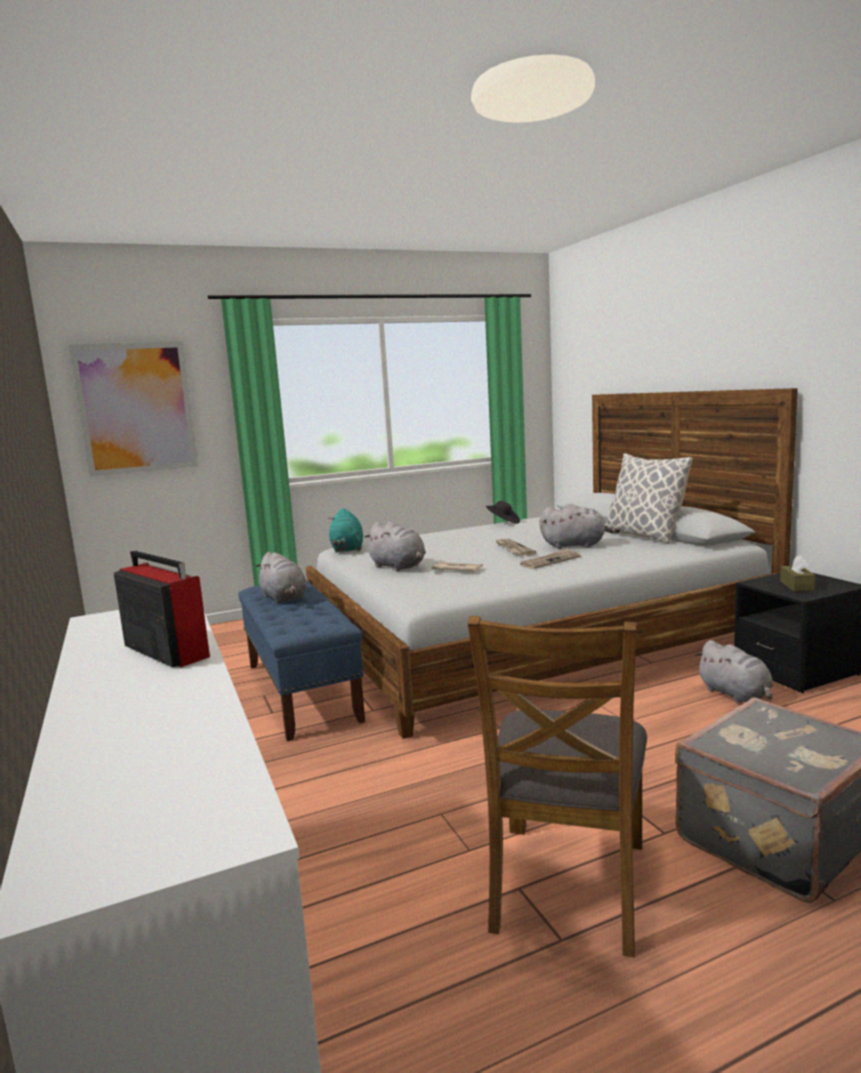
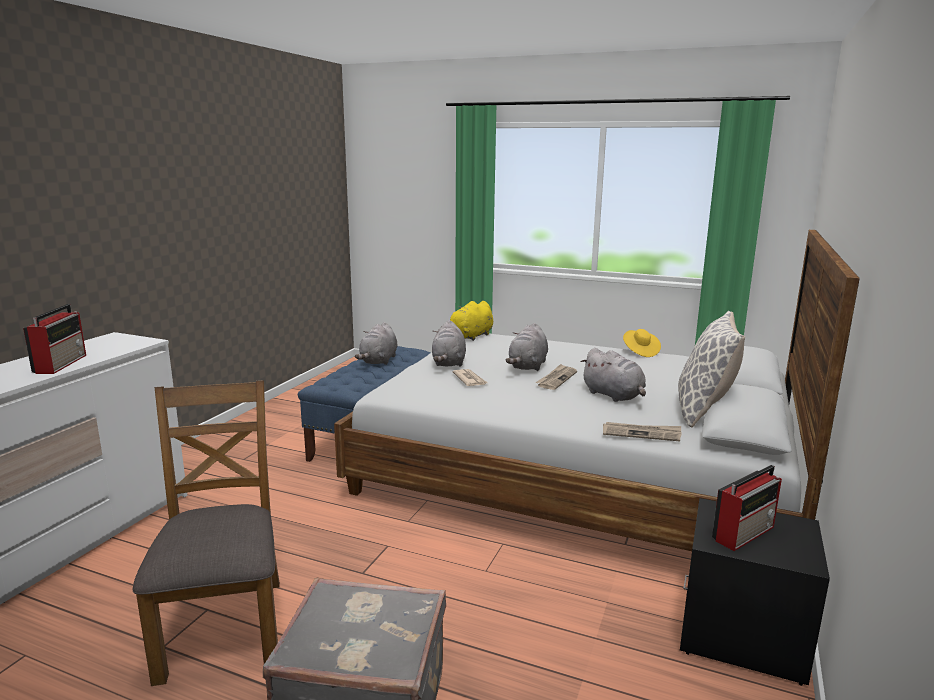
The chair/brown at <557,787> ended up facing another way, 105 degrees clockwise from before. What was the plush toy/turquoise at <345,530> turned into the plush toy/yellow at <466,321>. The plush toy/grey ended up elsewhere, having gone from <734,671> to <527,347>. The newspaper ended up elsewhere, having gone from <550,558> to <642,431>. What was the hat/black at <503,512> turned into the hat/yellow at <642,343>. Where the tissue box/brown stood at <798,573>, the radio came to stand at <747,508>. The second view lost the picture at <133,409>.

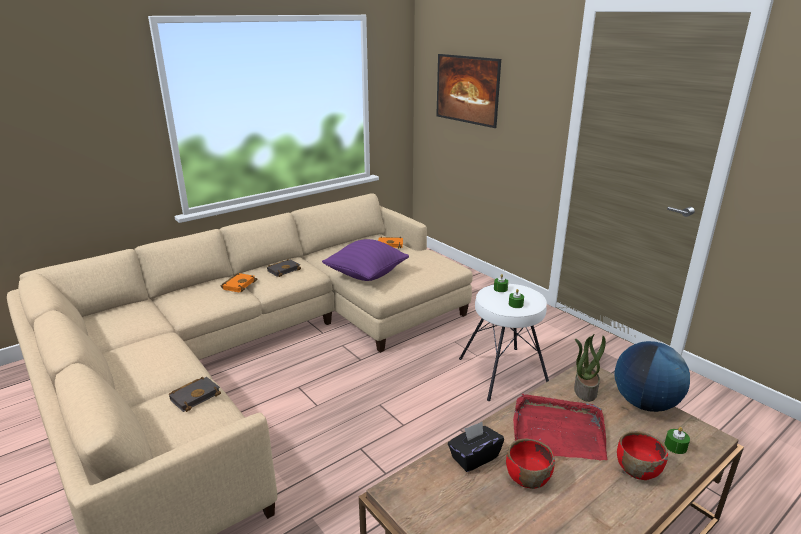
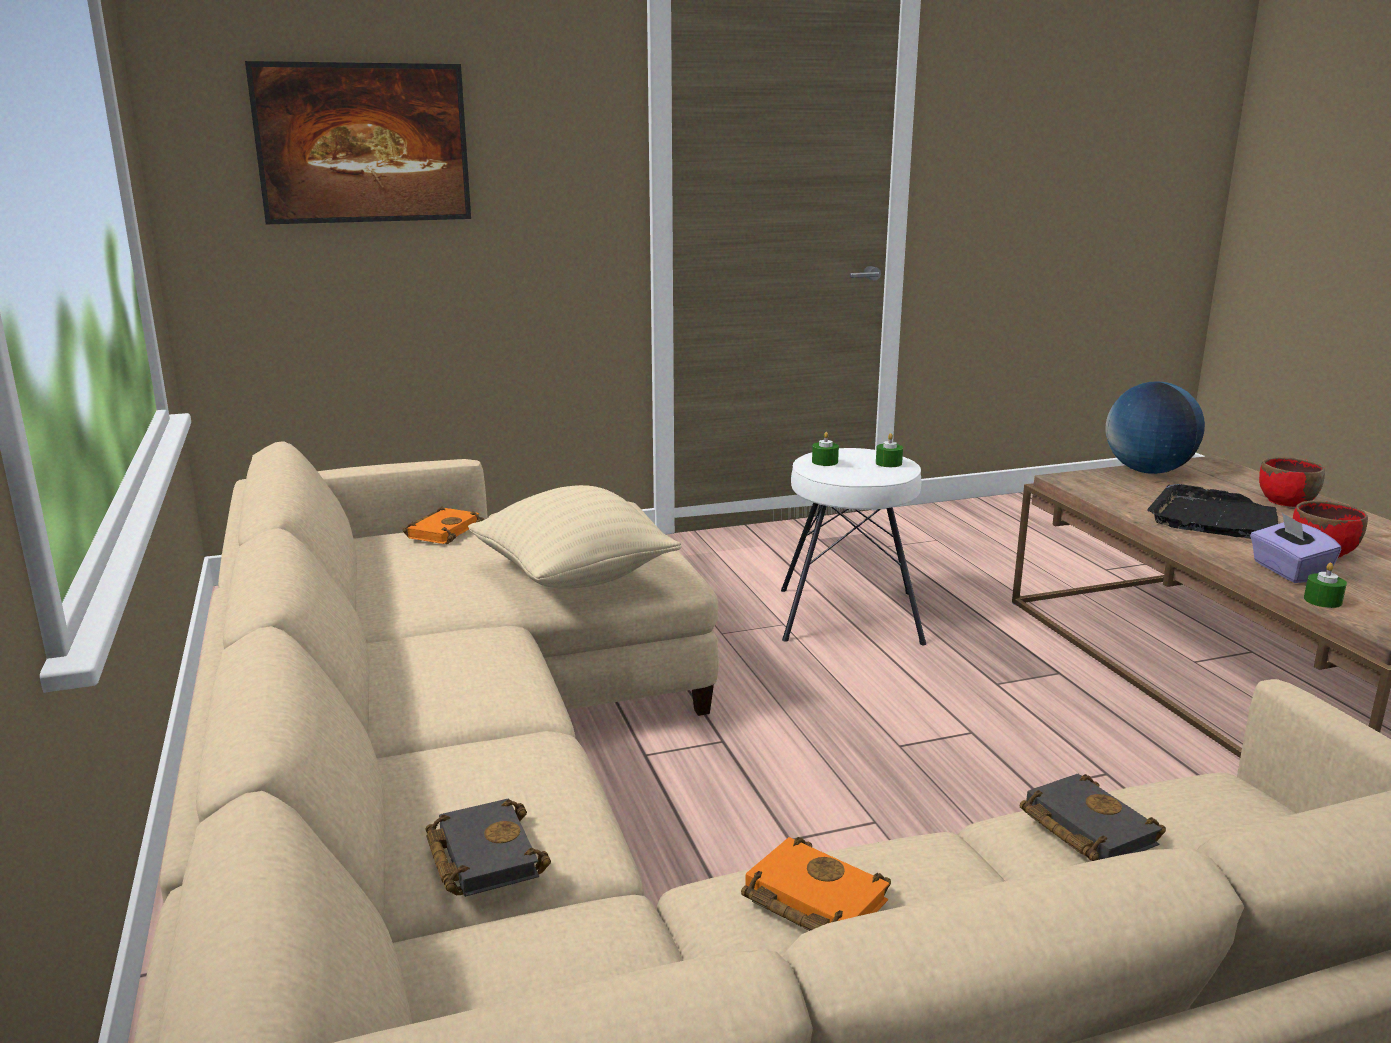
The book/black ended up elsewhere, having gone from <284,268> to <488,847>. What was the pillow/purple at <365,260> turned into the pillow/beige at <575,537>. The book/orange ended up elsewhere, having gone from <239,283> to <816,884>. What was the tray/red at <560,427> turned into the tray/black at <1212,511>. What was the tissue box/black at <476,447> turned into the tissue box/purple at <1296,548>. The candle/green ended up elsewhere, having gone from <677,440> to <1325,585>. The second view lost the potted plant at <590,368>.

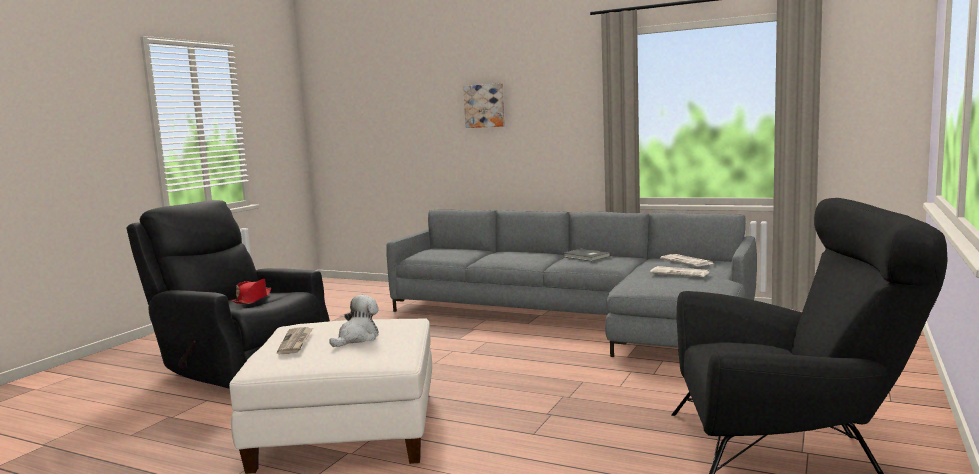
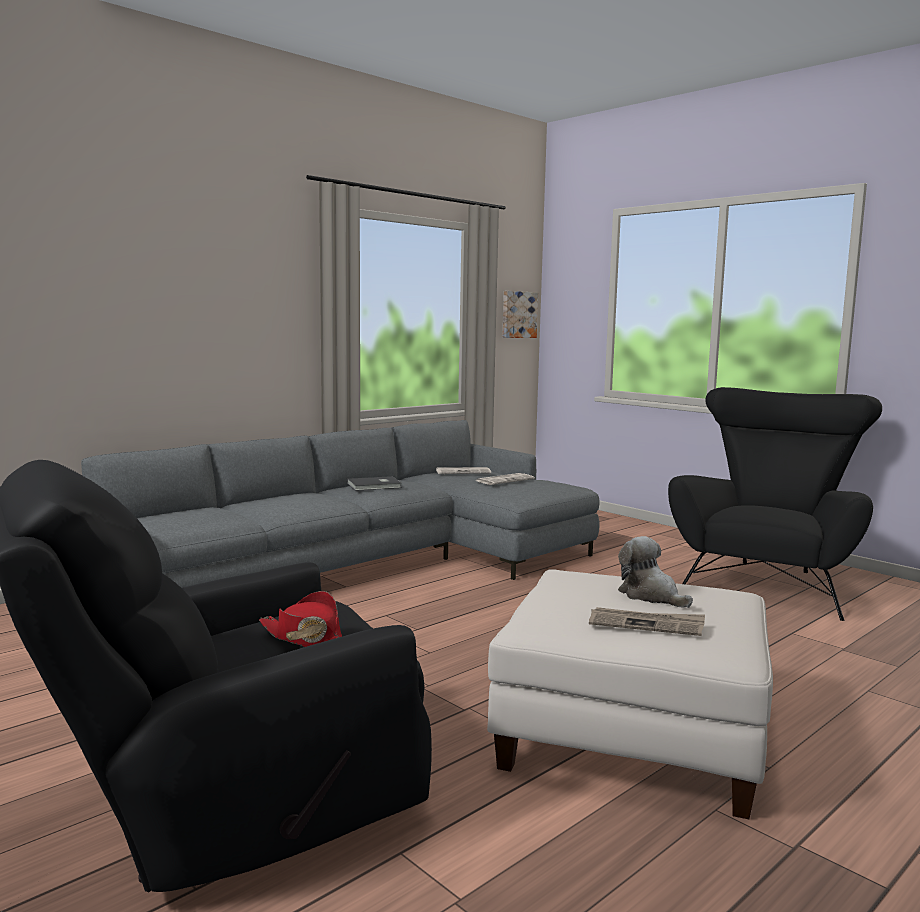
The picture ended up elsewhere, having gone from <484,105> to <520,314>.

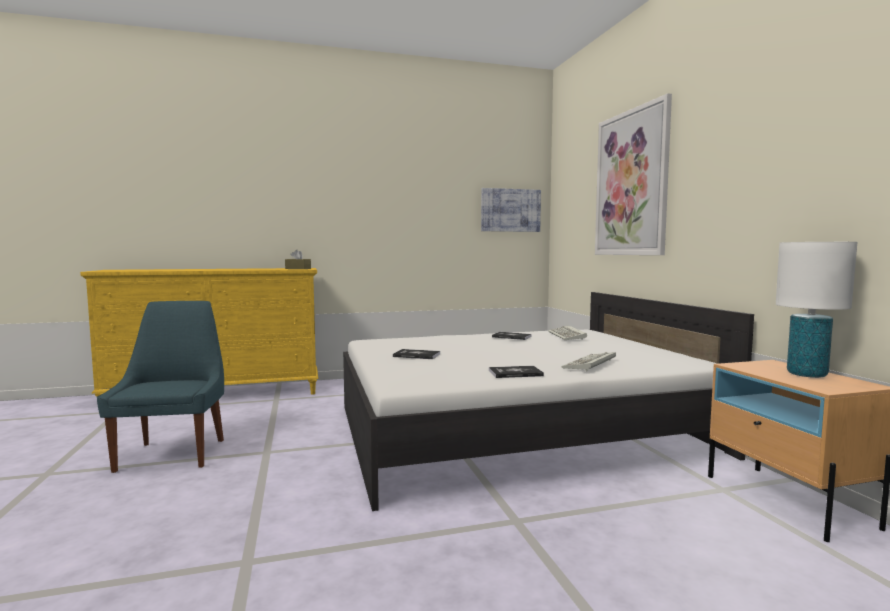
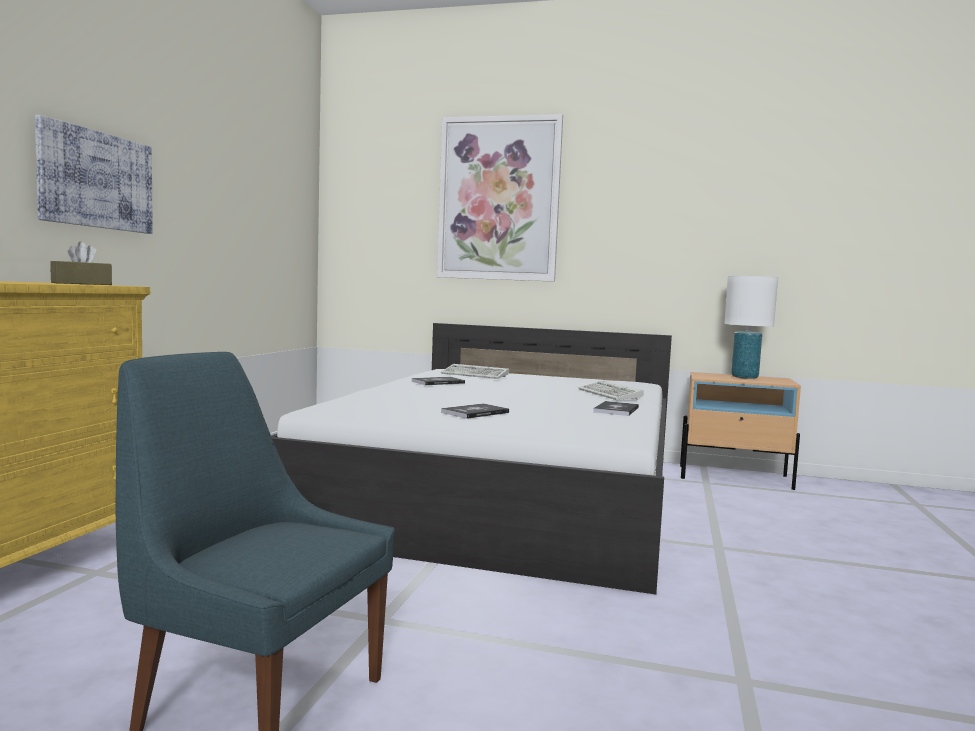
The picture ended up elsewhere, having gone from <511,210> to <94,174>.

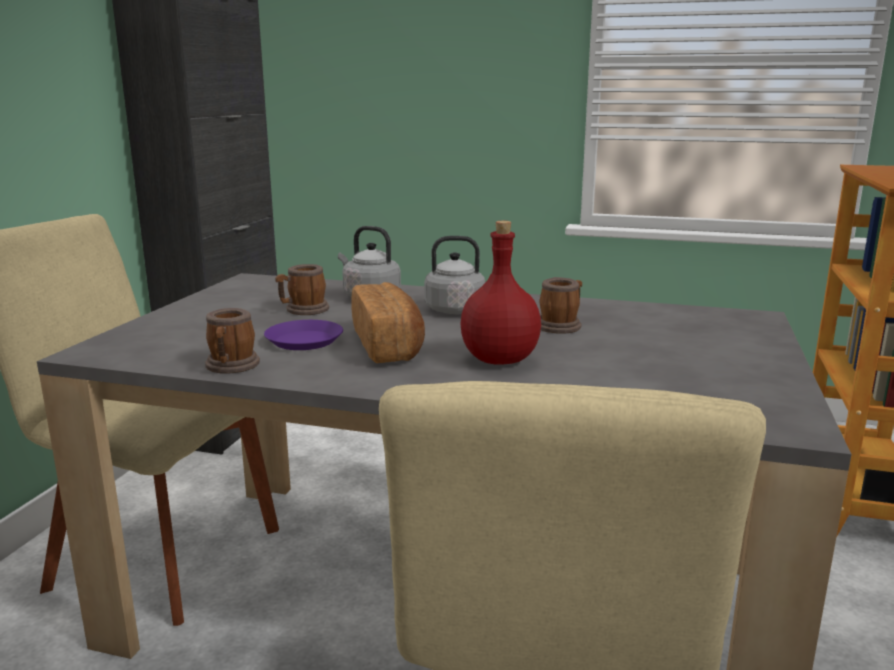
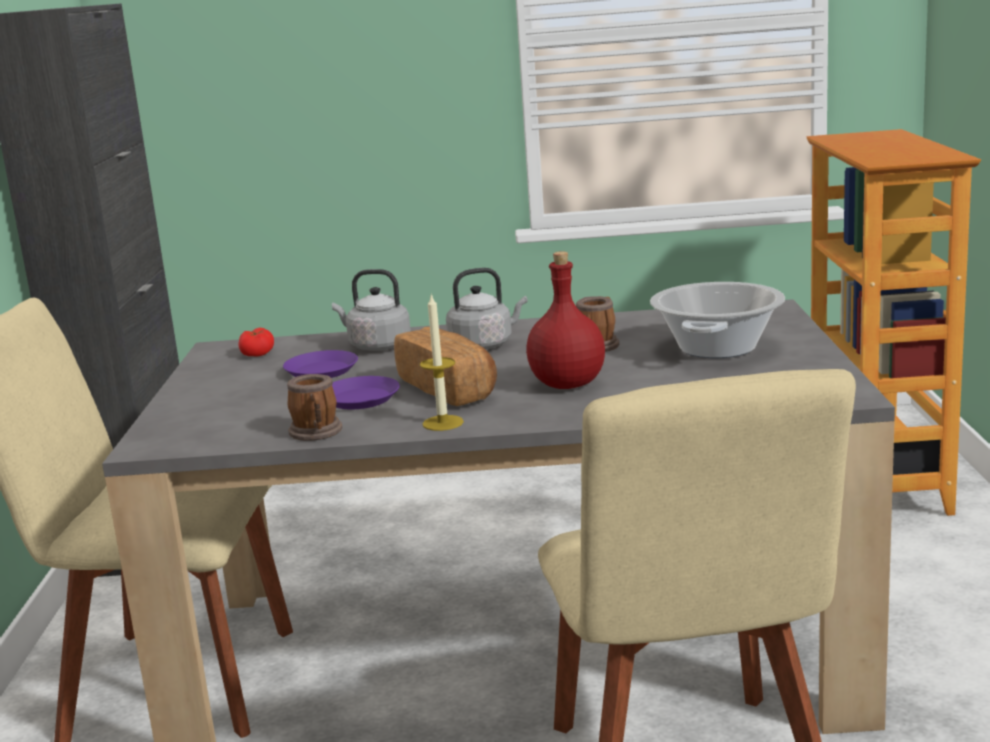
The second view gained the tomato at <256,342>. Where the mug stood at <302,289>, the plate/purple came to stand at <320,364>. The second view gained the candle at <442,362>. The second view gained the cooking pot at <717,320>.

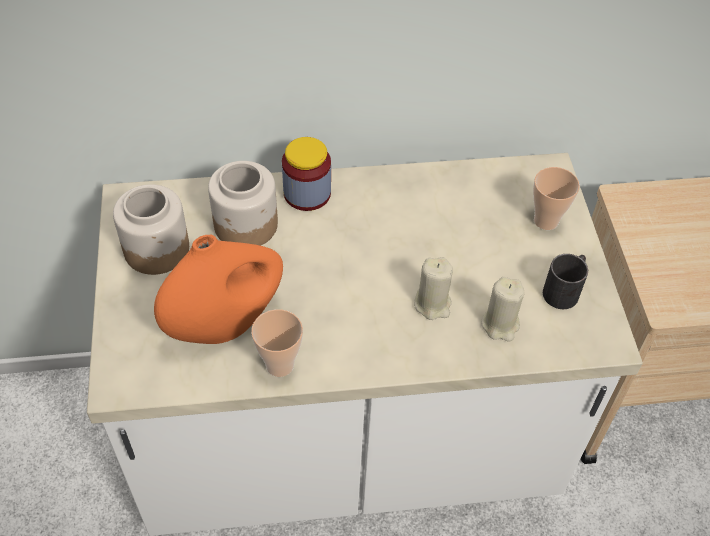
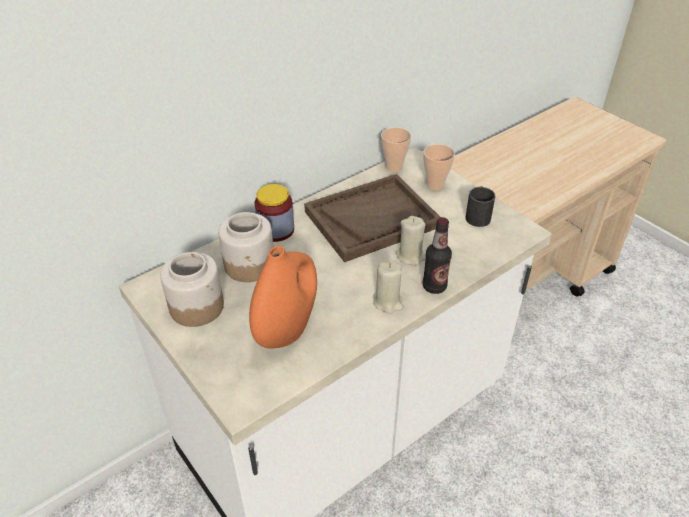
The second view gained the tray/brown at <372,218>. The candle/beige ended up elsewhere, having gone from <503,309> to <388,287>. The cup ended up elsewhere, having gone from <277,343> to <396,149>. The second view gained the bottle at <437,255>.

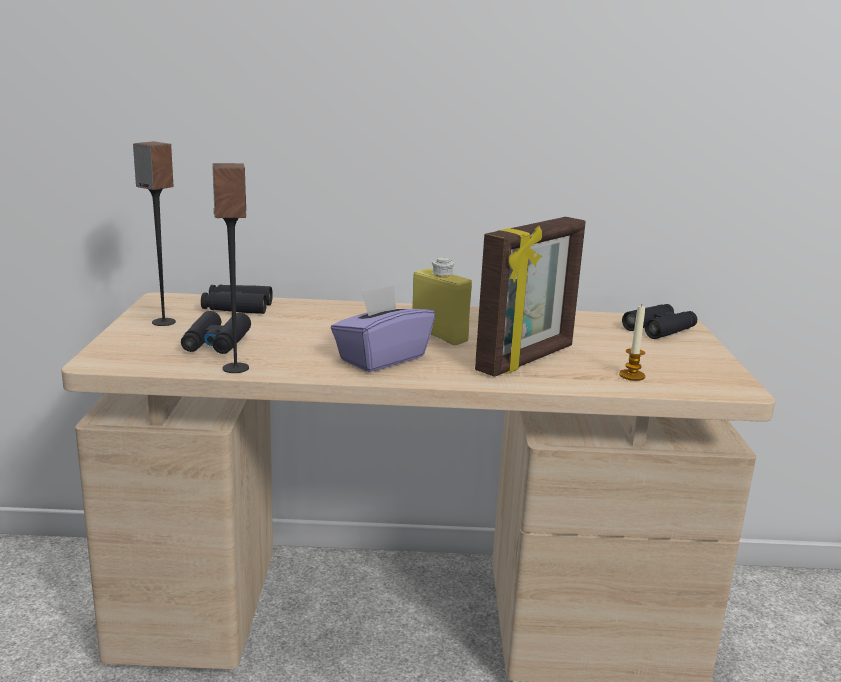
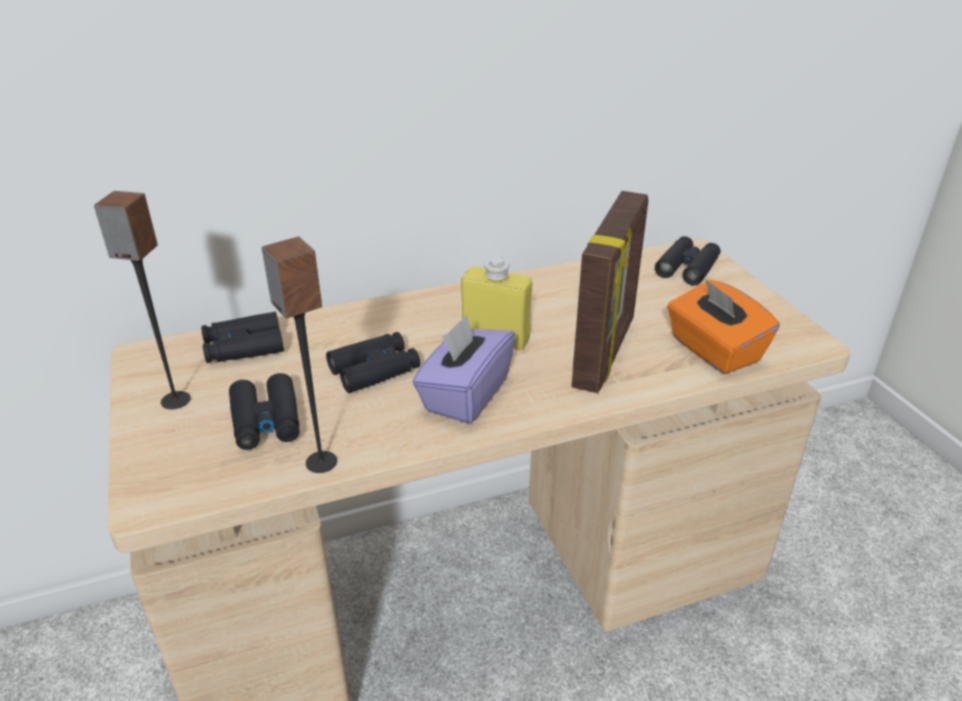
The second view gained the binoculars/black at <373,362>. Where the candle stood at <632,343>, the tissue box/orange came to stand at <723,326>.

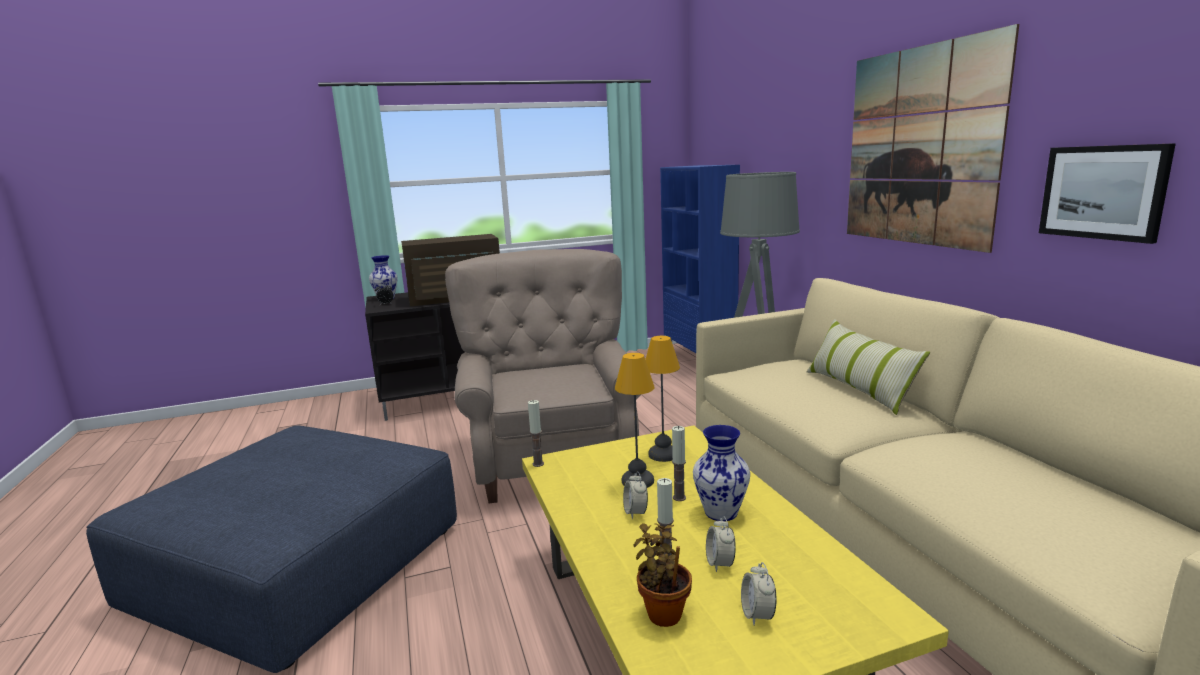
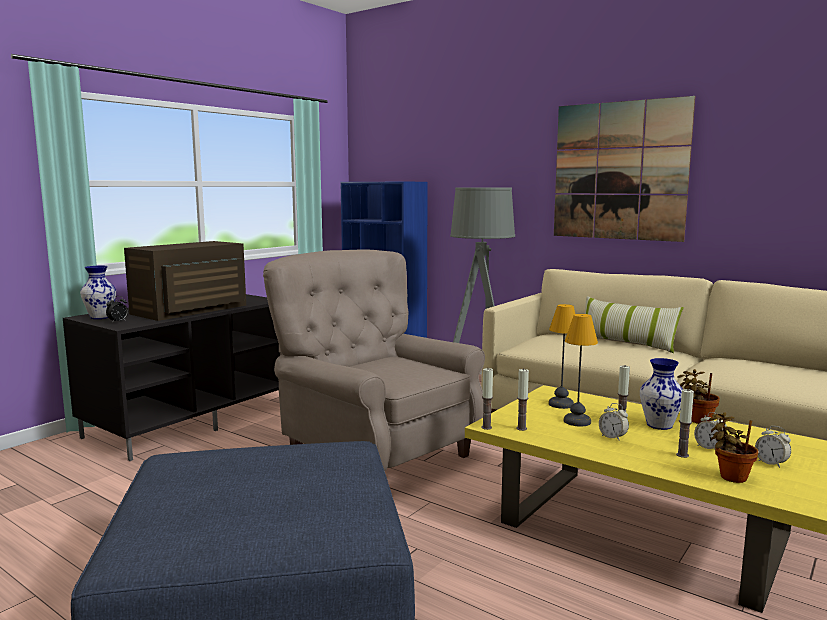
The second view gained the candle at <523,399>. The second view gained the potted plant at <698,396>. The second view lost the picture at <1107,193>.

